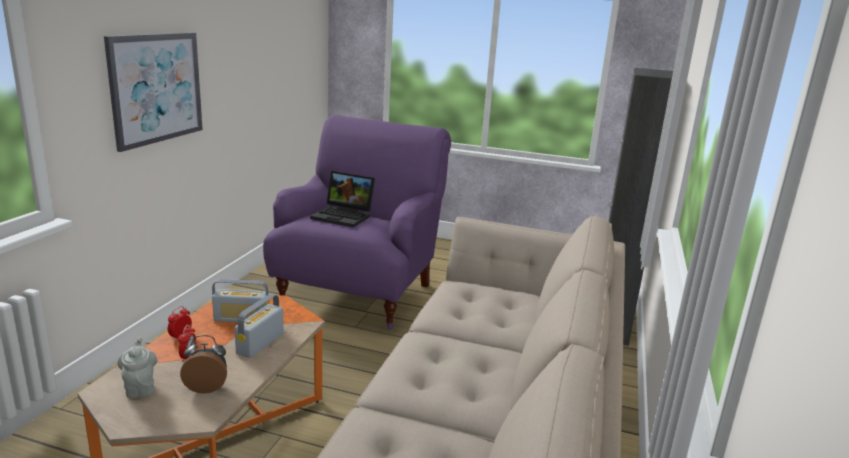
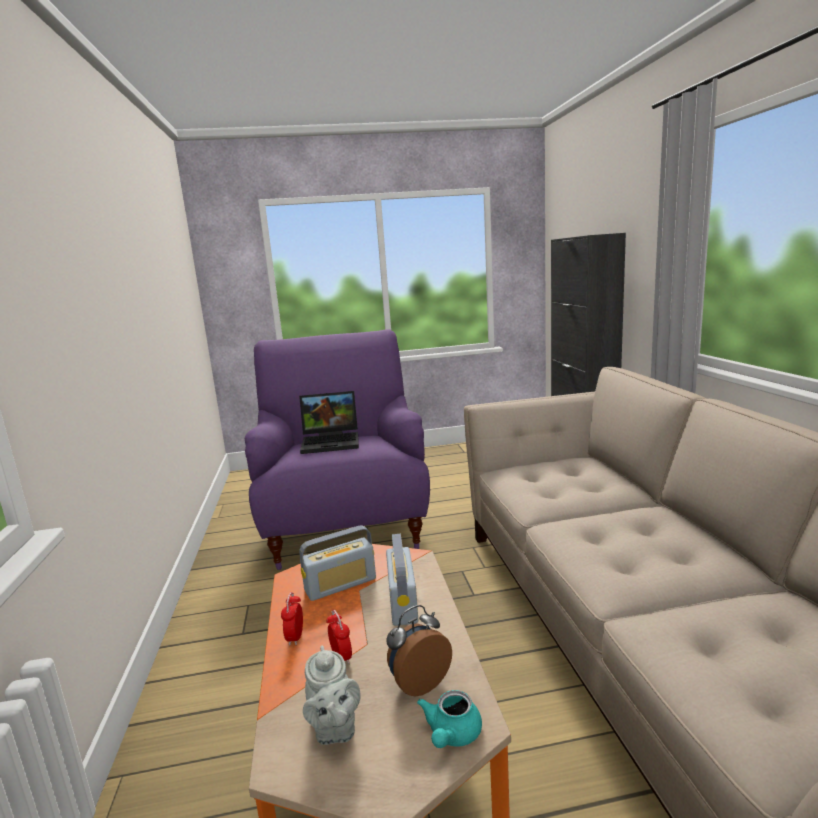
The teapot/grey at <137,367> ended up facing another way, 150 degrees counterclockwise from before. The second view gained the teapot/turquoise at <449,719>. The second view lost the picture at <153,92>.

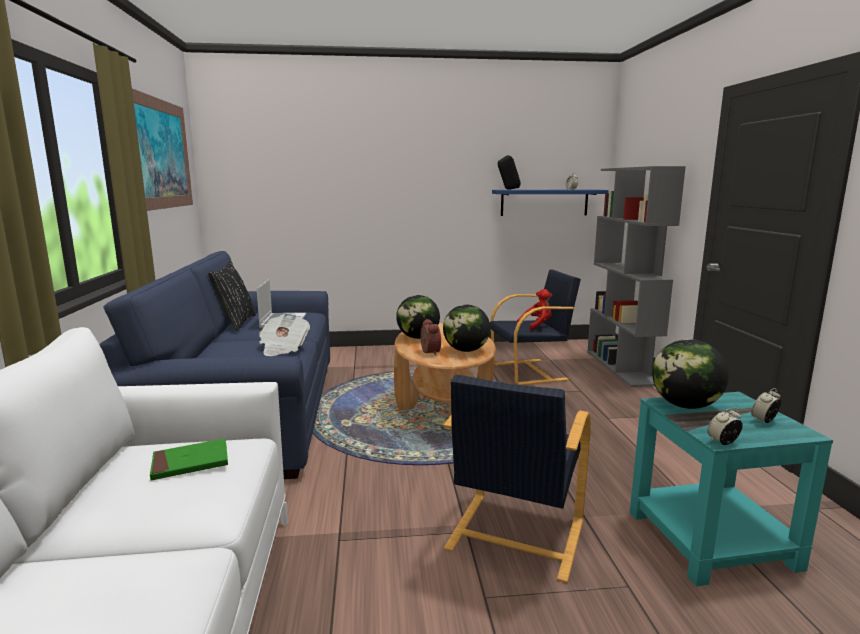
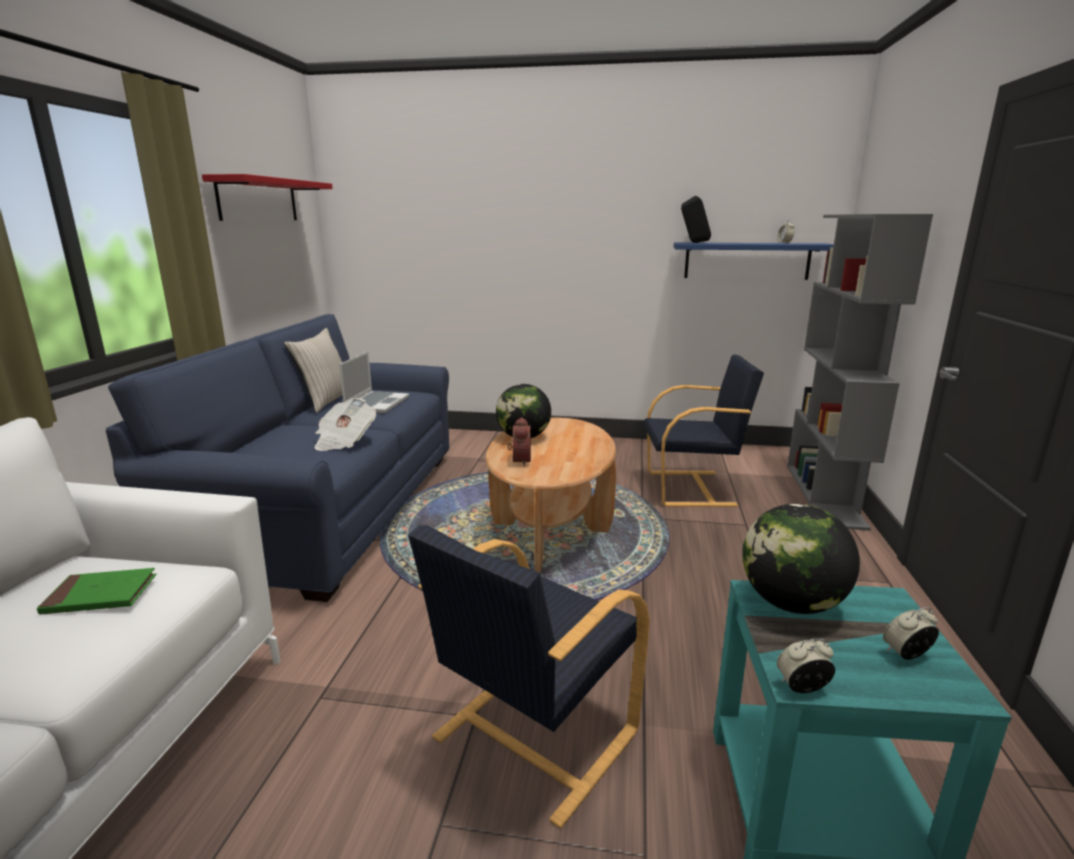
Where the picture hung at <162,149>, the shelf/red came to hang at <267,197>. What was the pillow/black at <232,296> turned into the pillow/beige at <313,370>. The second view lost the globe at <466,328>. The second view lost the plush toy/red at <534,310>.

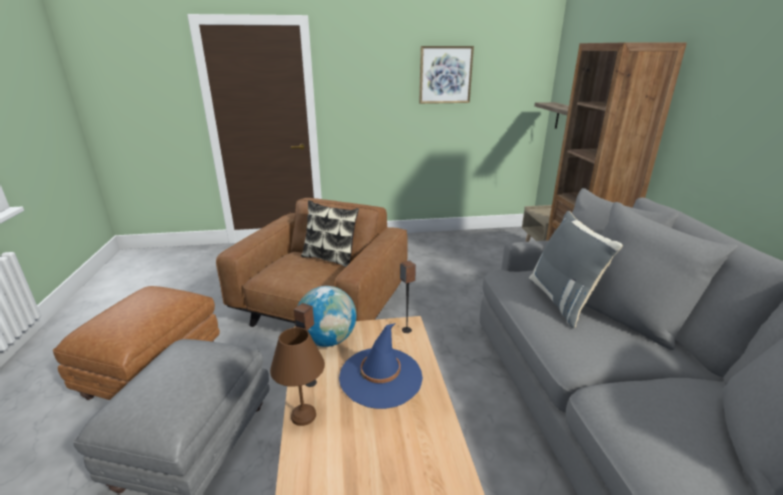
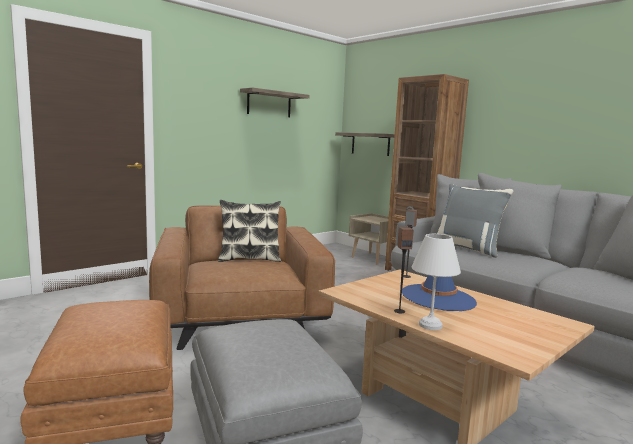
Where the picture hung at <446,75>, the shelf came to hang at <275,102>. What was the table lamp/brown at <297,376> turned into the table lamp/white at <436,282>. The second view lost the globe at <327,316>.

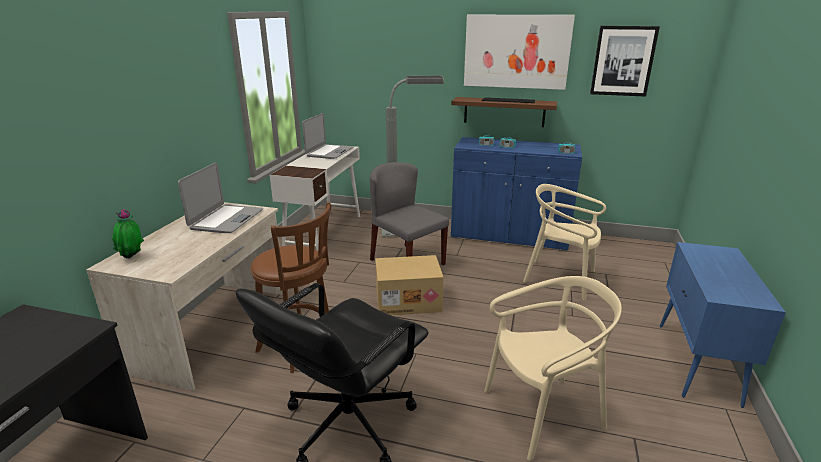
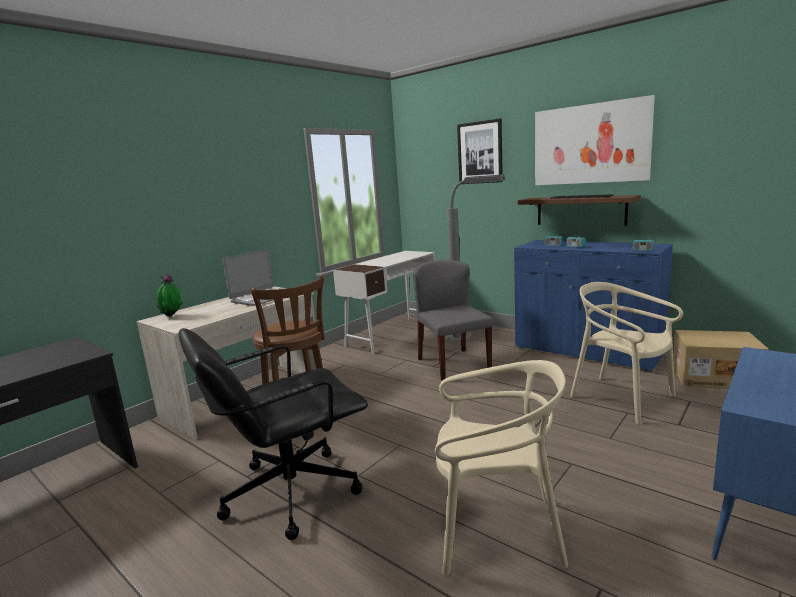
The picture ended up elsewhere, having gone from <625,61> to <480,151>. The cardboard box ended up elsewhere, having gone from <409,285> to <721,359>. The second view lost the laptop at <328,136>.

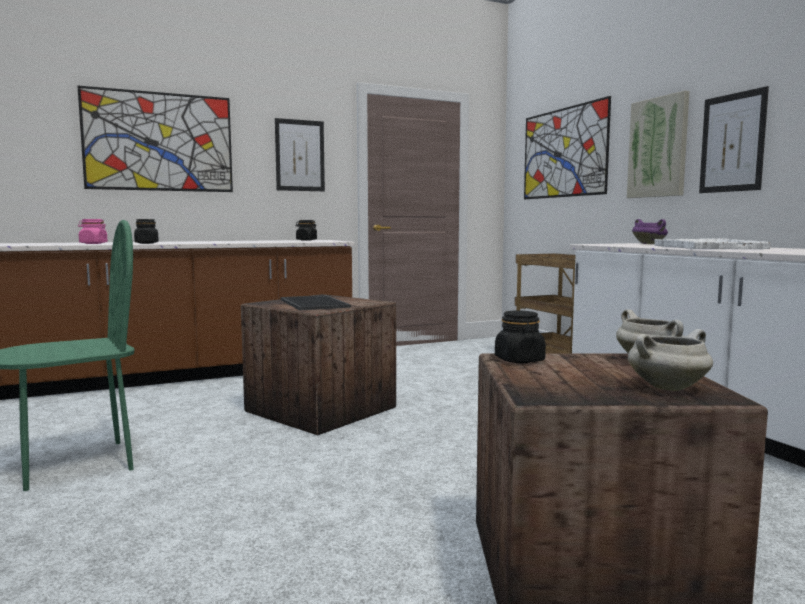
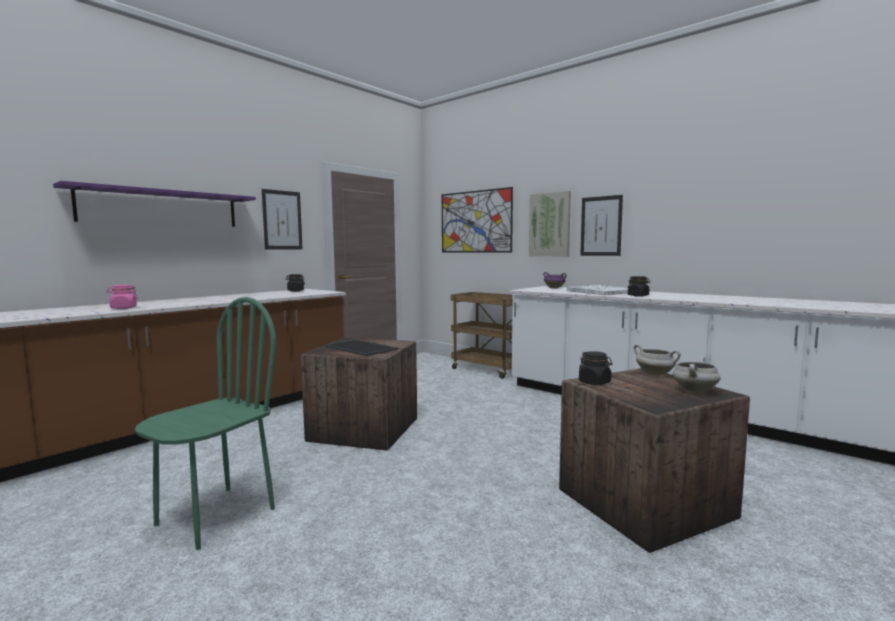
Where the picture hung at <155,139>, the shelf/purple came to hang at <154,204>. The jar/black ended up elsewhere, having gone from <146,231> to <639,286>.

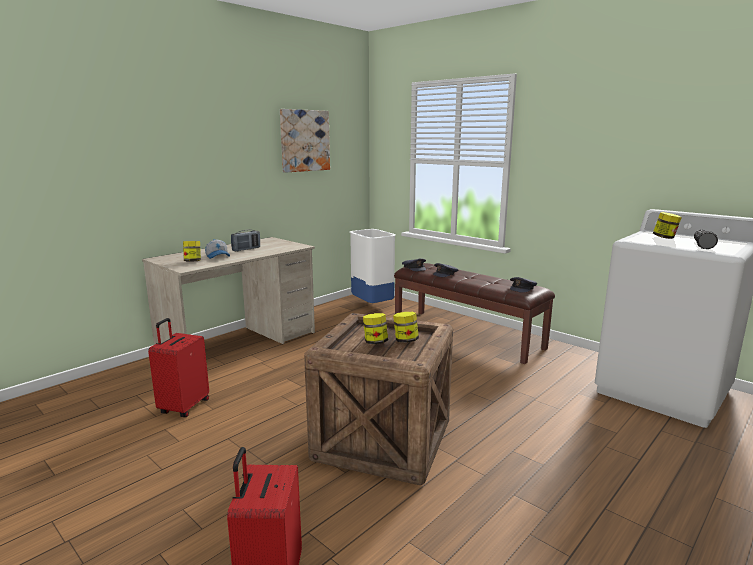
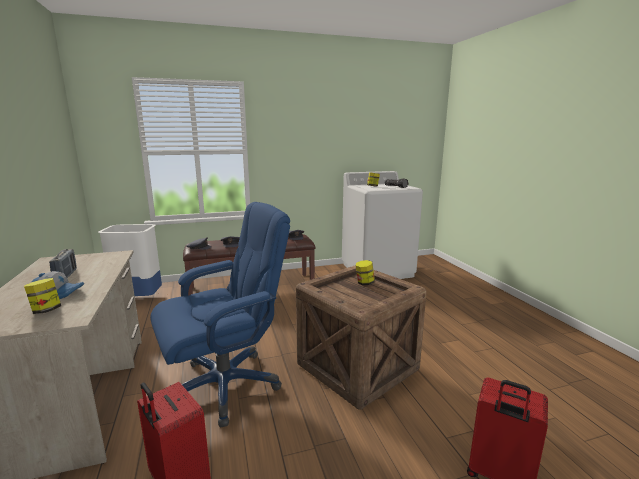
The second view gained the office chair/blue at <220,314>. The second view lost the picture at <305,141>. The second view lost the jar at <375,328>.

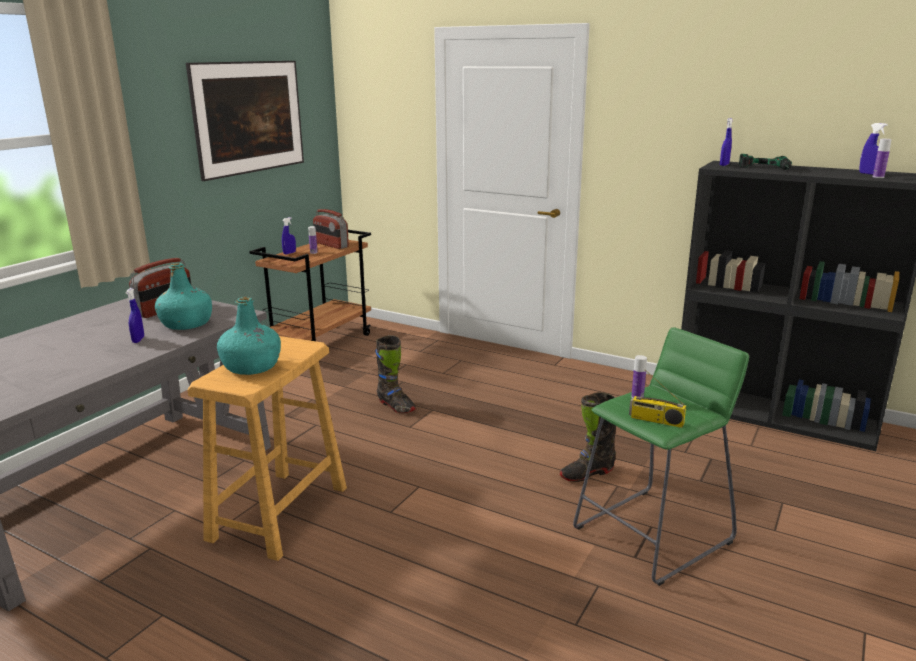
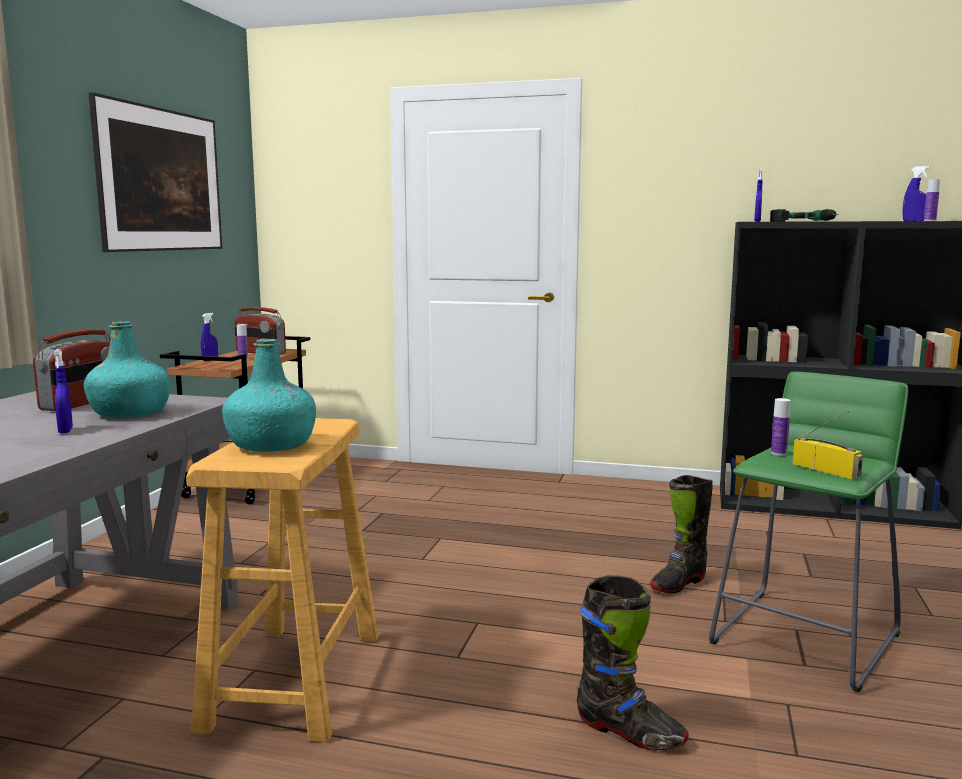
The boot/black ended up elsewhere, having gone from <395,374> to <633,662>. The radio at <657,399> ended up facing another way, 135 degrees counterclockwise from before.

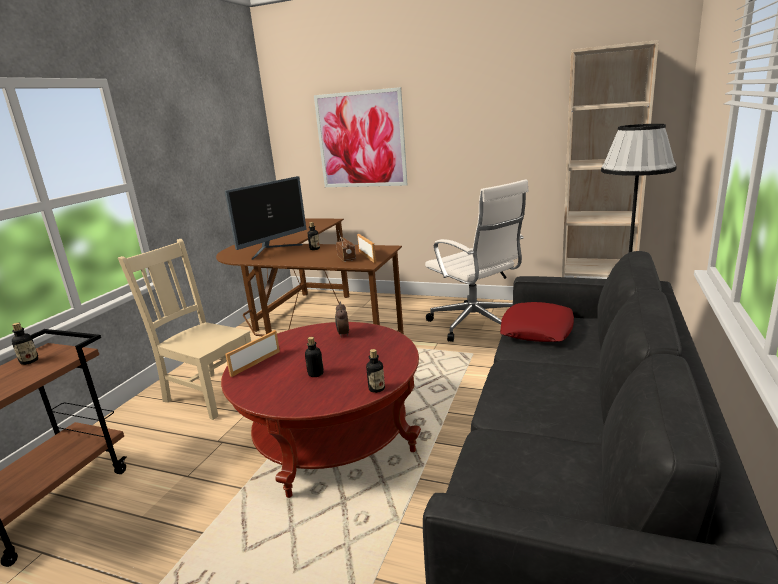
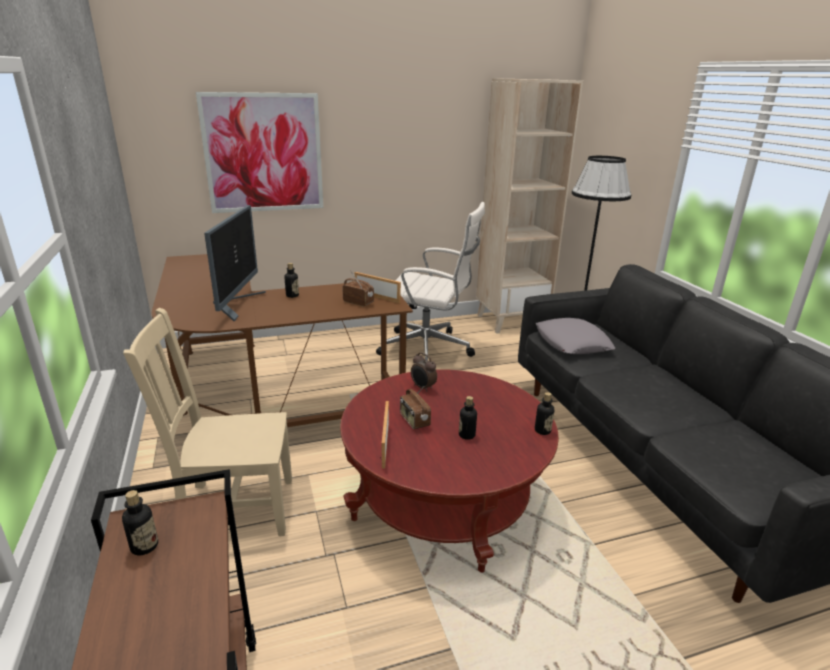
The second view gained the radio at <415,408>. What was the pillow/red at <537,322> turned into the pillow/grey at <576,336>.

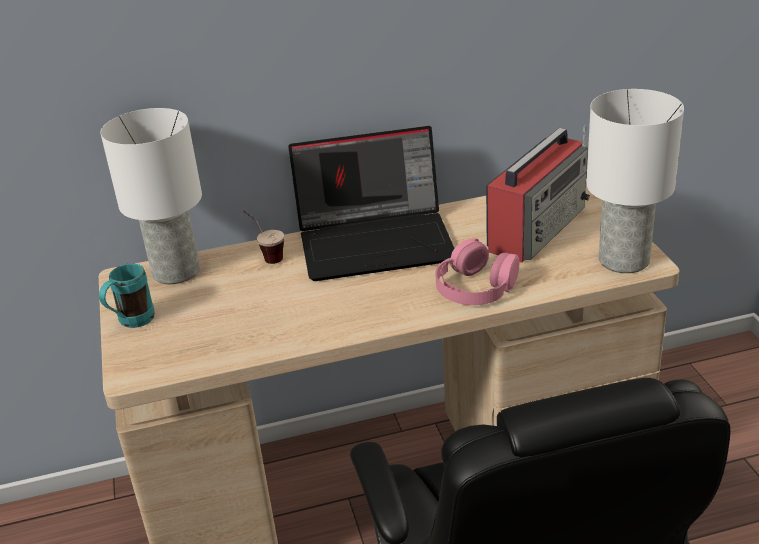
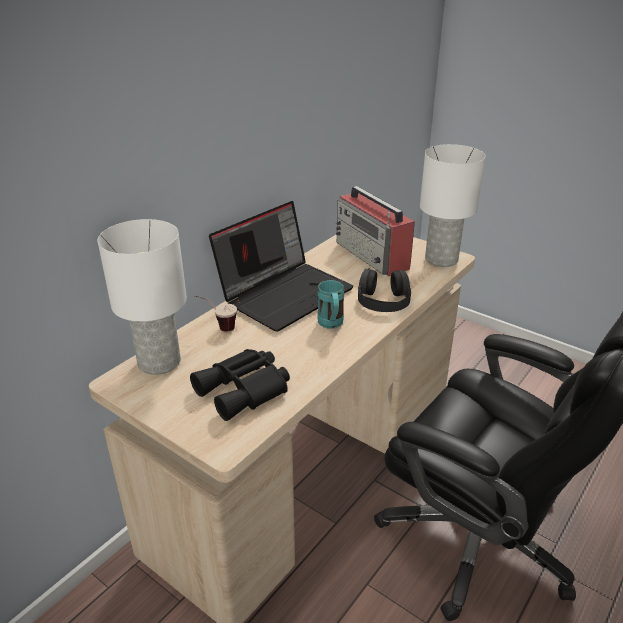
The second view gained the binoculars/black at <240,385>. The mug/turquoise ended up elsewhere, having gone from <127,295> to <331,304>. The radio at <538,194> ended up facing another way, 150 degrees clockwise from before. What was the headphones/pink at <477,271> turned into the headphones/black at <384,290>.

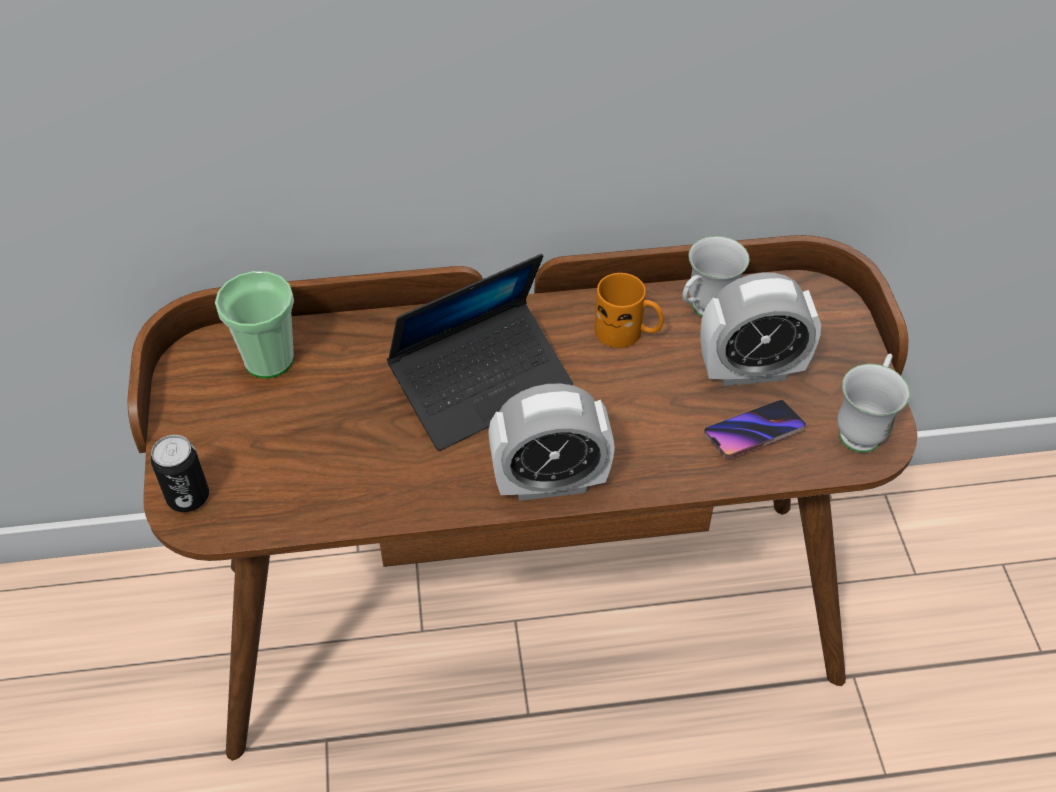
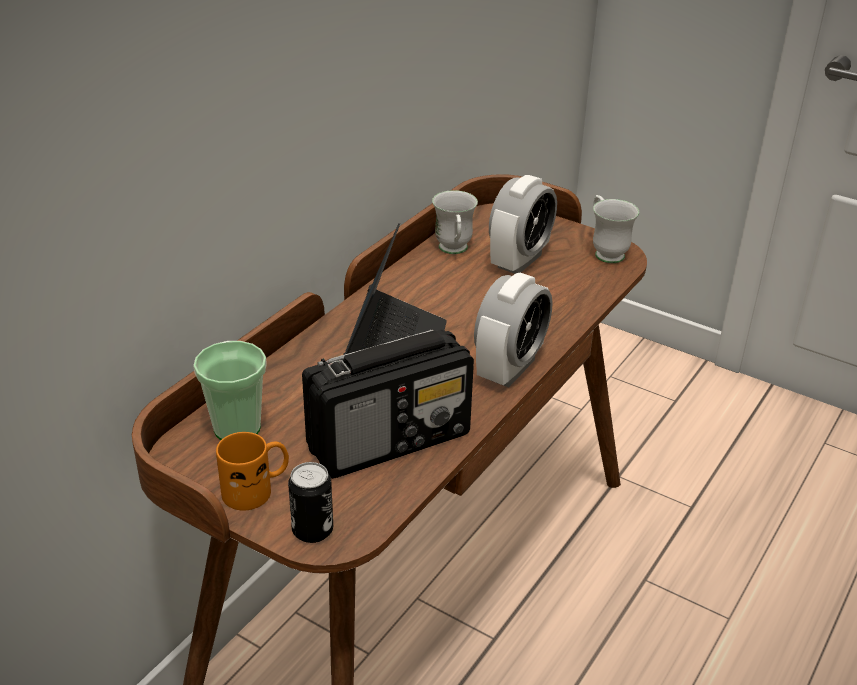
The mug/orange ended up elsewhere, having gone from <629,310> to <252,471>. The second view gained the radio at <388,404>. The second view lost the phone at <755,429>.

